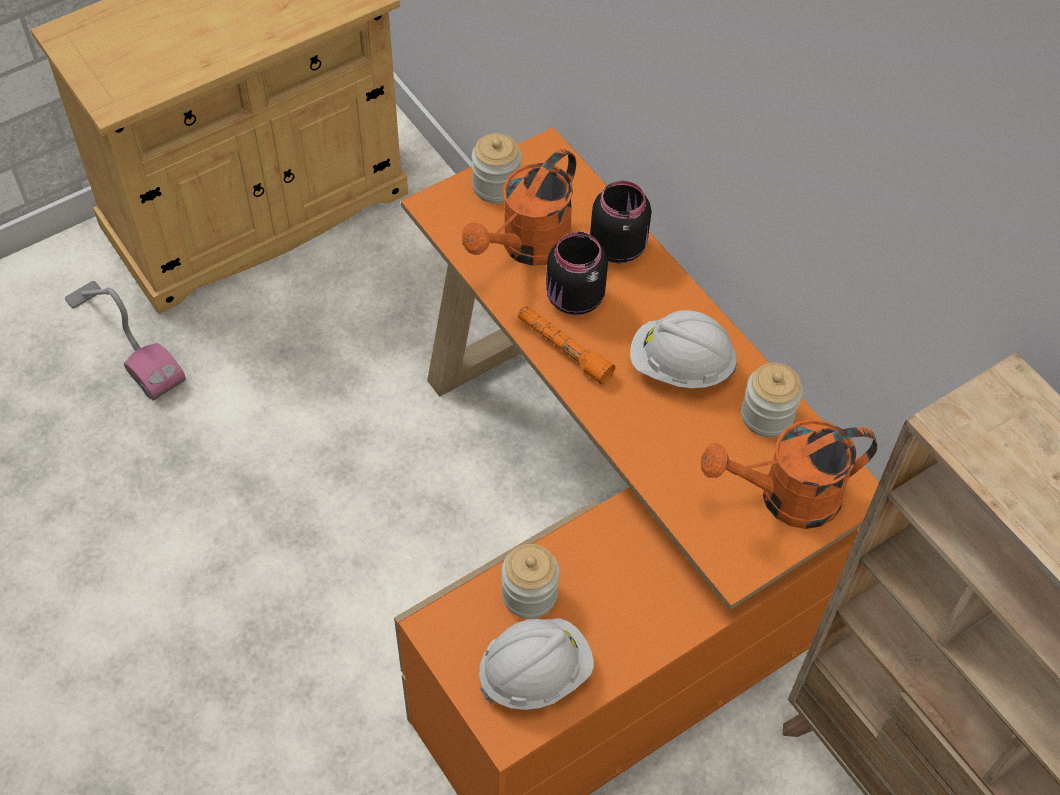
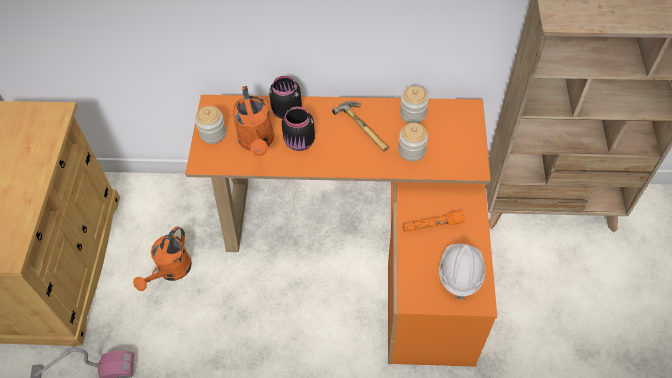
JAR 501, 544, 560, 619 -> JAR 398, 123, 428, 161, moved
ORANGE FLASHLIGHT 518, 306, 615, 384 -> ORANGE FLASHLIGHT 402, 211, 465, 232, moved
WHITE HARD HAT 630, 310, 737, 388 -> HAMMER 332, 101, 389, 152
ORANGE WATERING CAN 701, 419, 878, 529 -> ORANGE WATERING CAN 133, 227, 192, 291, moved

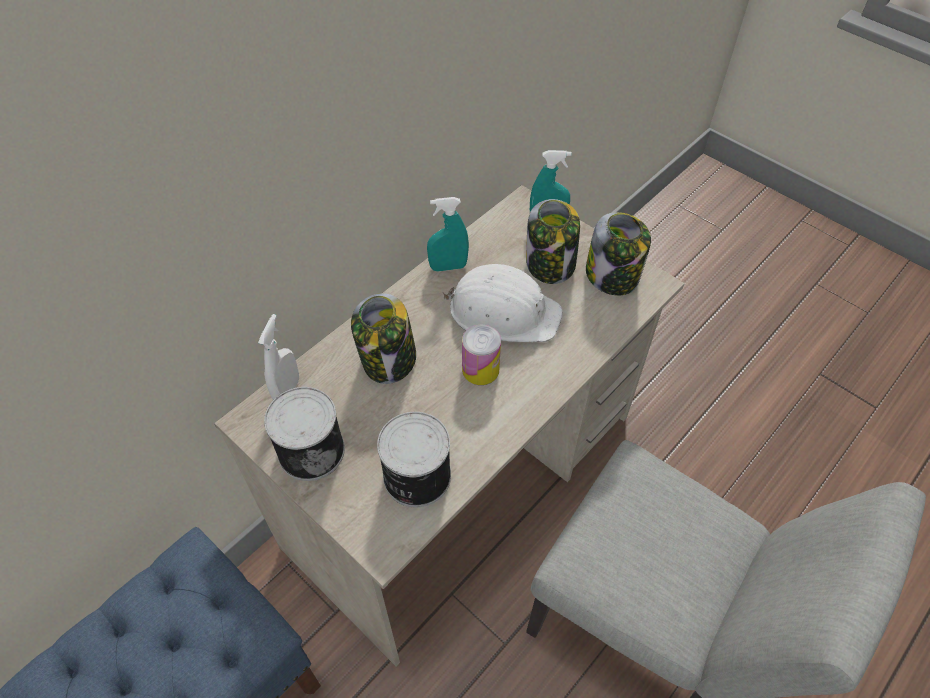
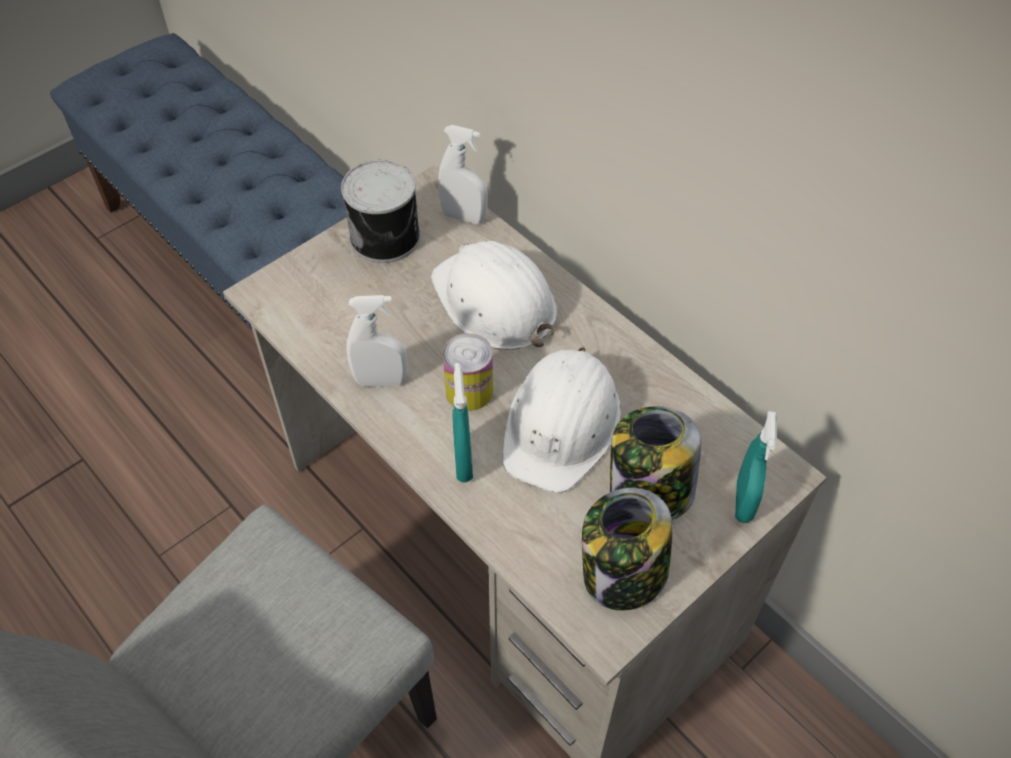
JAR 351, 293, 416, 384 -> WHITE HARD HAT 431, 241, 557, 350
CAN 377, 412, 451, 507 -> none
TURQUOISE SPRAY BOTTLE 427, 197, 469, 272 -> TURQUOISE SPRAY BOTTLE 452, 363, 473, 483, moved
none -> WHITE SPRAY BOTTLE 346, 295, 407, 387

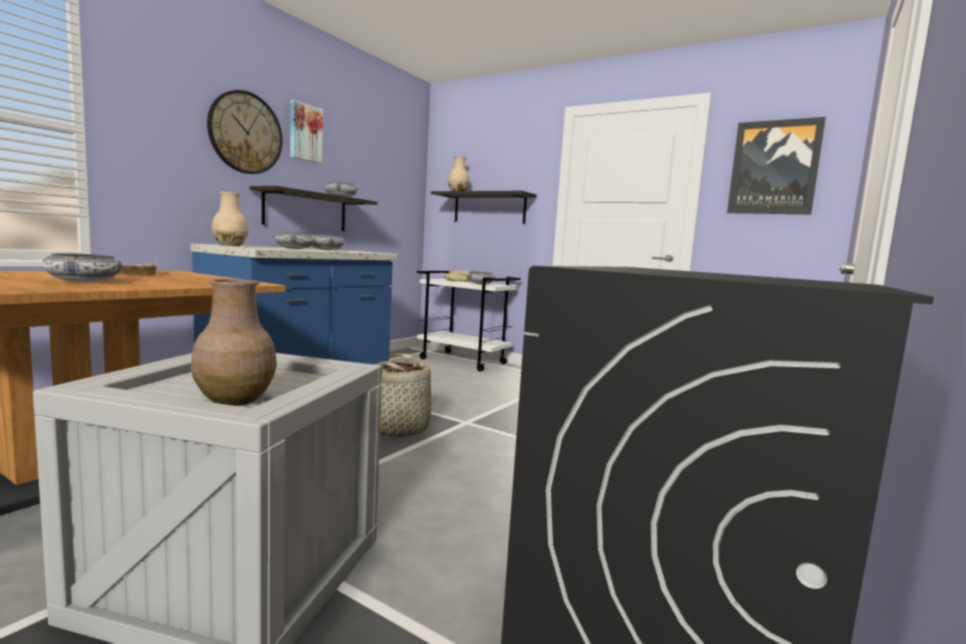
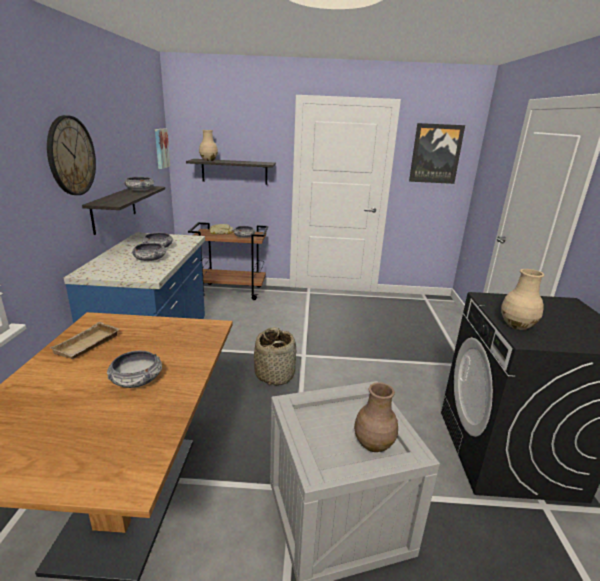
BEIGE VASE 212, 192, 249, 246 -> BEIGE VASE 501, 269, 544, 330, moved
PICTURE 290, 100, 323, 164 -> PICTURE 155, 129, 170, 169, moved
WHITE CART 417, 271, 521, 371 -> BROWN CART 188, 222, 268, 300

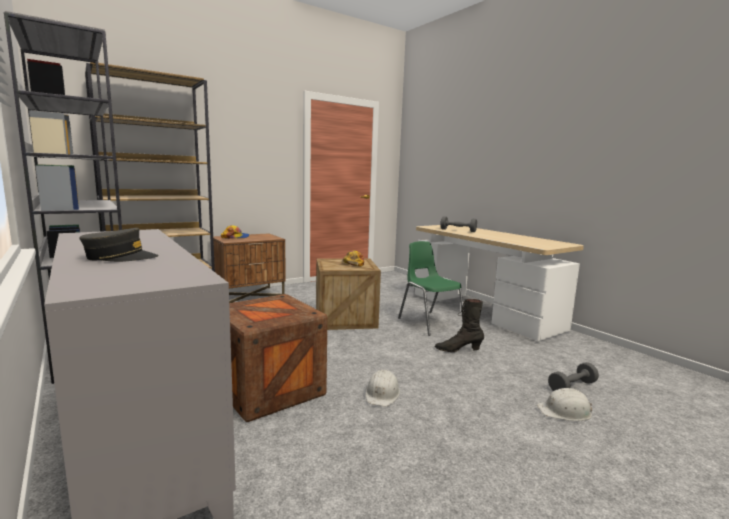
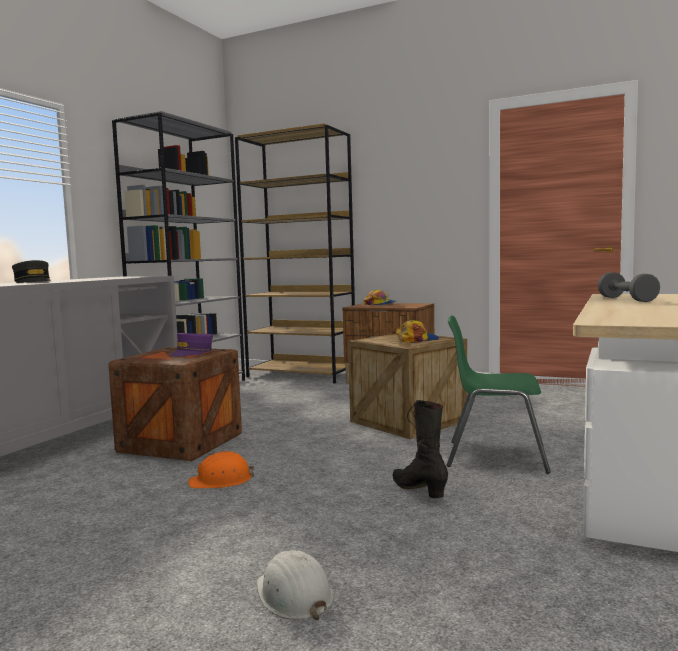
WHITE HARD HAT 366, 370, 400, 406 -> ORANGE HARD HAT 188, 451, 254, 489
GREEN CHAIR 398, 241, 464, 336 -> GREEN CHAIR 447, 315, 551, 474, 105 degrees counterclockwise
GREY DUMBBELL 548, 362, 599, 391 -> none
none -> PURPLE CAP 170, 333, 213, 356

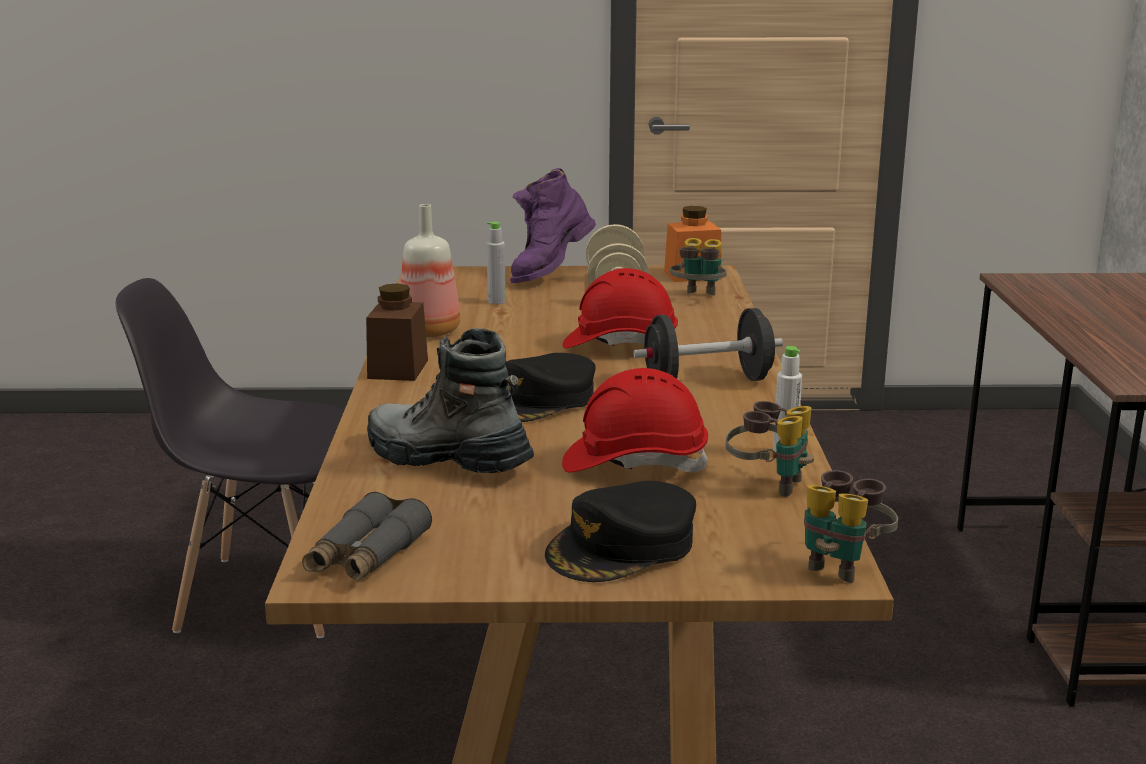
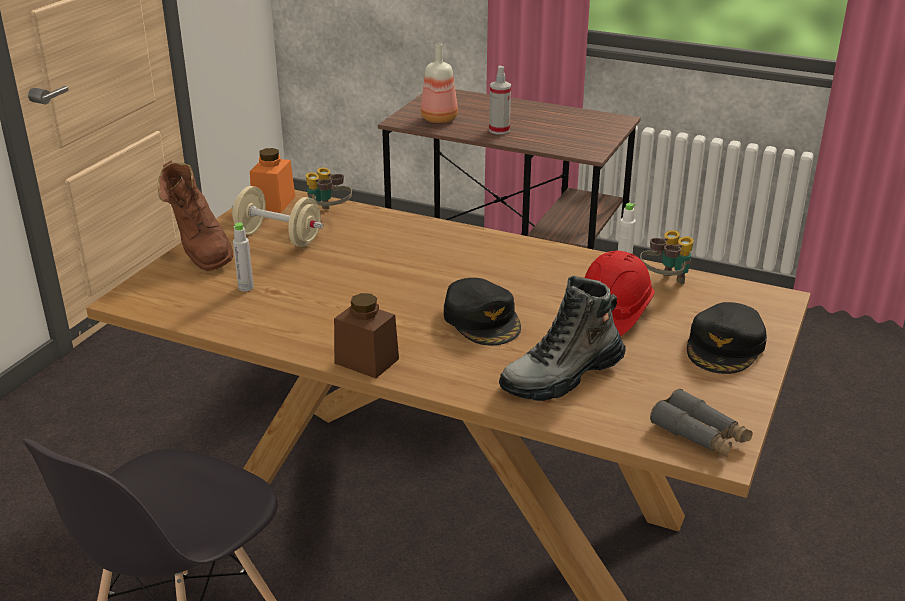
BOTTLE 400, 204, 461, 337 -> BOTTLE 421, 43, 458, 123, moved
PURPLE BOOT 510, 168, 596, 283 -> BROWN BOOT 158, 161, 234, 271
BLACK CAP 545, 481, 696, 582 -> BLACK CAP 687, 302, 767, 374, 45 degrees clockwise
RED HARD HAT 562, 268, 678, 348 -> none
BLACK DUMBBELL 633, 308, 783, 381 -> none
BINOCULARS 804, 470, 898, 583 -> none
none -> SPRAY BOTTLE 489, 66, 511, 134

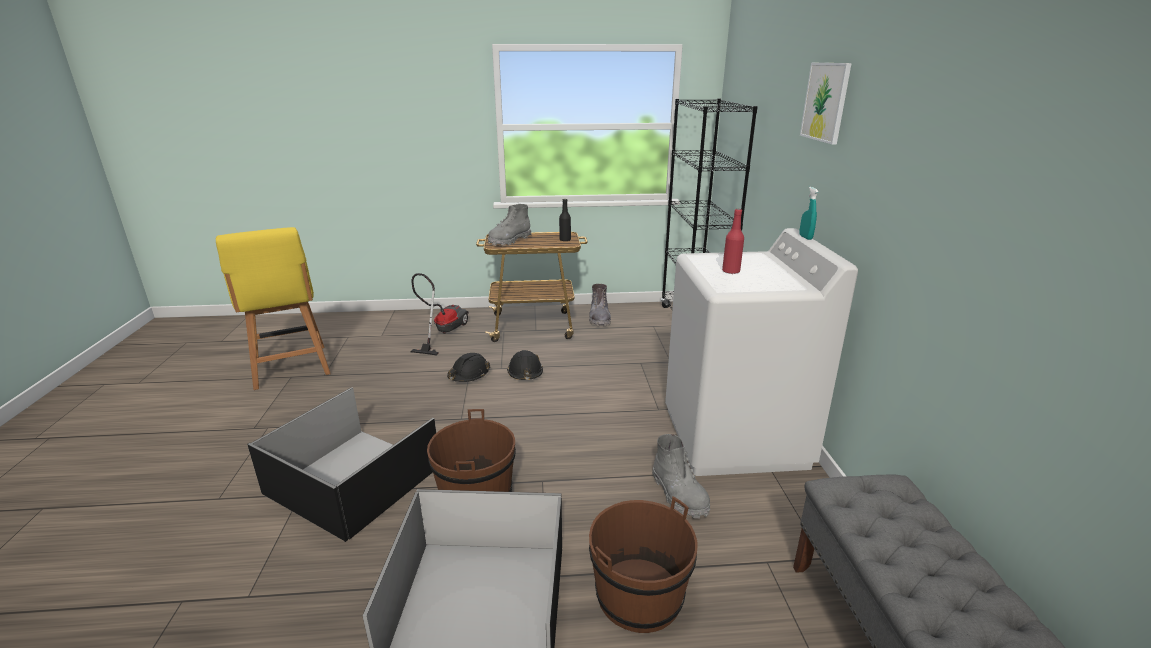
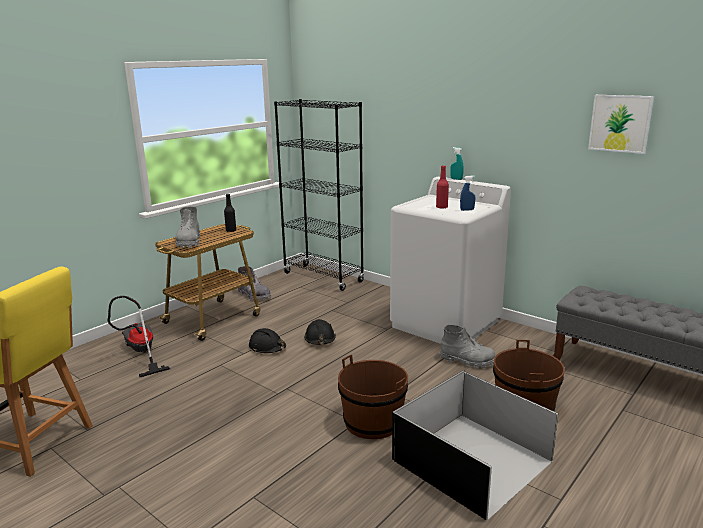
BLACK STORAGE BOX 247, 387, 436, 542 -> none
BLACK HARD HAT 447, 353, 490, 382 -> BLACK HARD HAT 304, 319, 336, 345, moved
PICTURE 800, 63, 852, 145 -> PICTURE 588, 95, 654, 154, moved
none -> BLUE SPRAY BOTTLE 460, 176, 475, 211

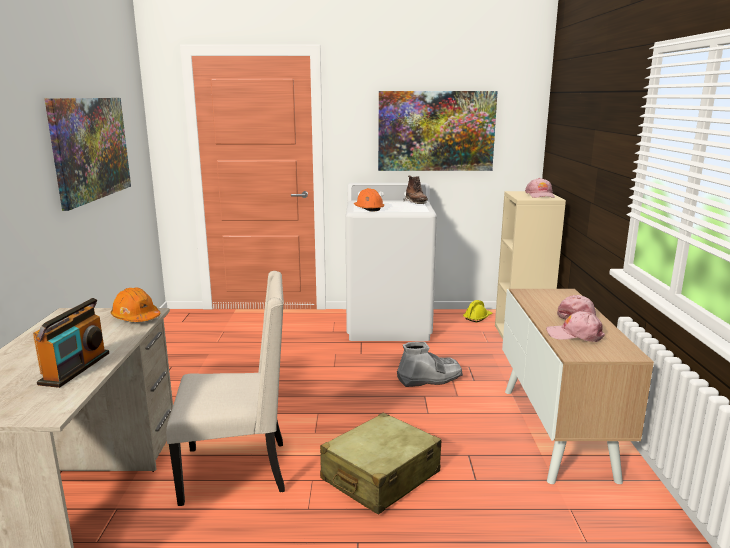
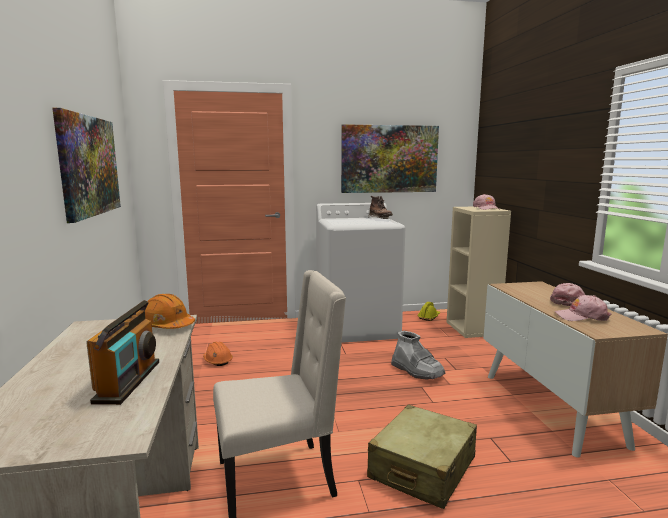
ORANGE HARD HAT 354, 188, 384, 211 -> ORANGE HARD HAT 203, 342, 233, 366, moved
GREY BOOT 397, 342, 463, 387 -> GREY BOOT 391, 331, 445, 380, 75 degrees clockwise

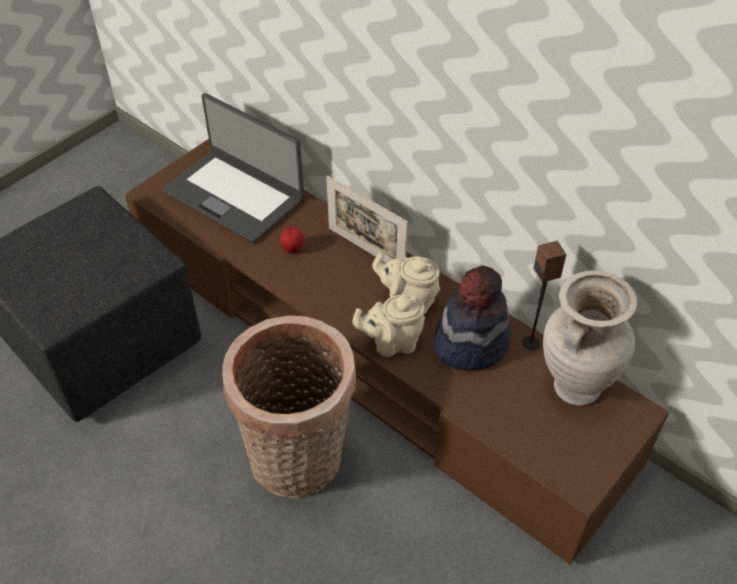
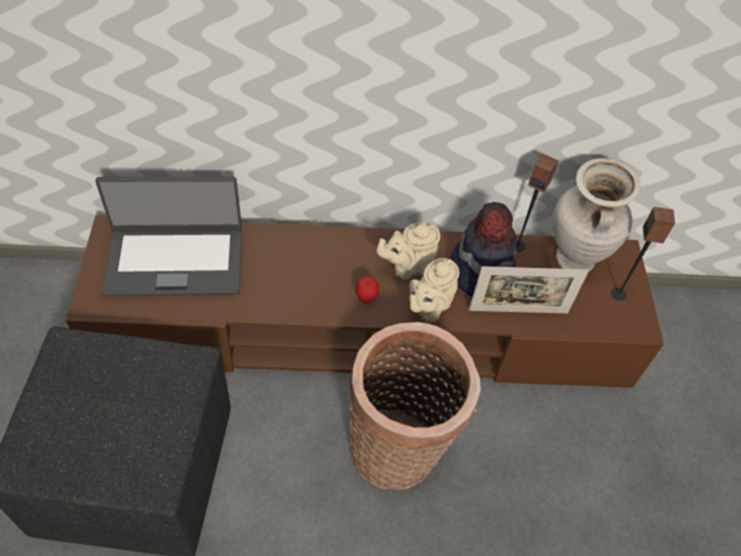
APPLE 280, 227, 304, 253 -> APPLE 356, 276, 379, 303, moved
PICTURE FRAME 326, 176, 408, 263 -> PICTURE FRAME 469, 266, 589, 313, moved
none -> SPEAKER 611, 207, 675, 301

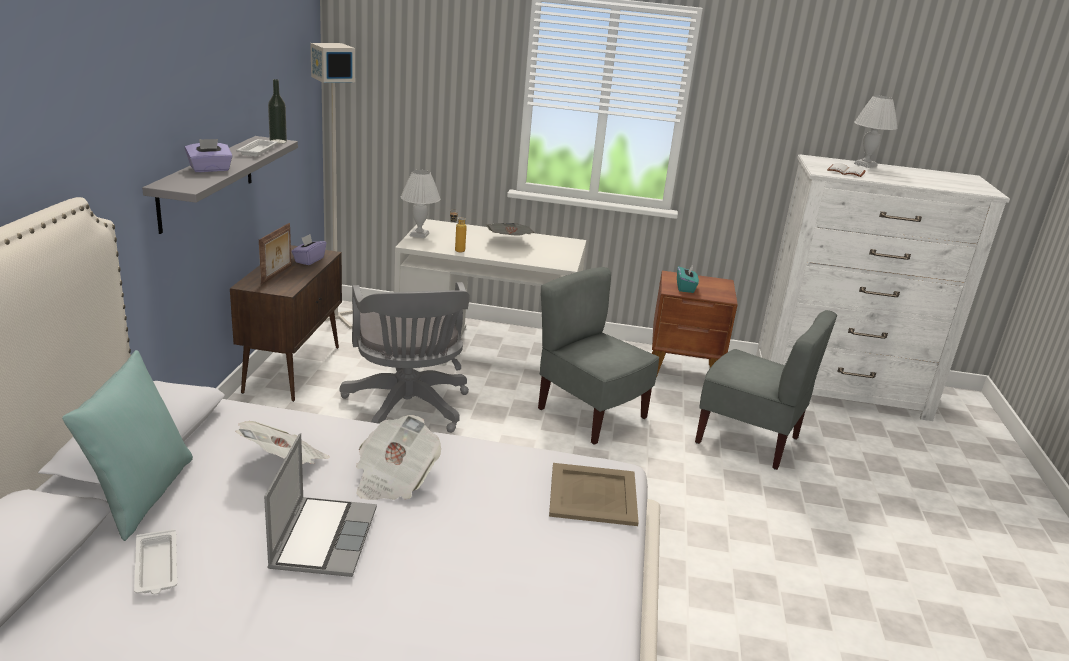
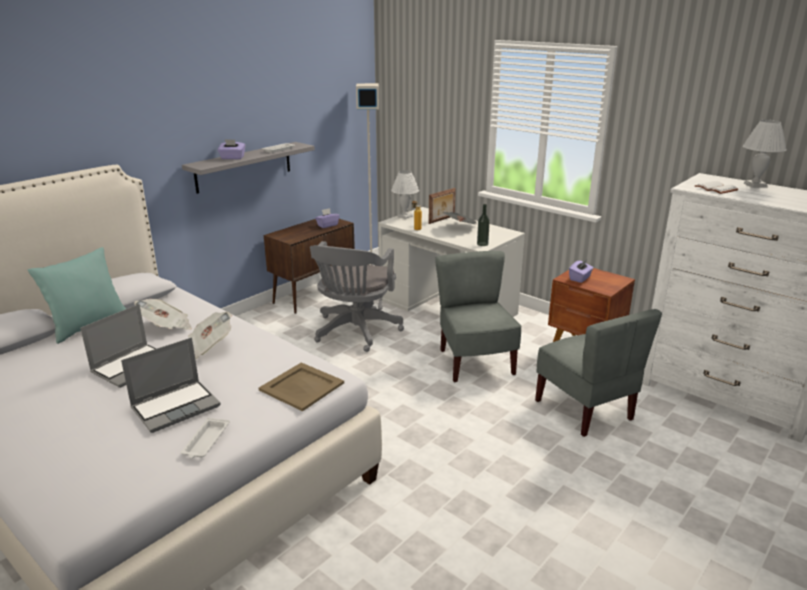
WHITE TRAY 134, 529, 177, 594 -> WHITE TRAY 181, 418, 230, 458, moved
PICTURE FRAME 259, 223, 292, 284 -> PICTURE FRAME 428, 188, 456, 224, moved
BOTTLE 268, 79, 287, 144 -> BOTTLE 477, 204, 490, 246, moved
TURQUOISE TISSUE BOX 677, 264, 699, 293 -> PURPLE TISSUE BOX 569, 259, 594, 283
none -> LAPTOP 121, 337, 221, 433

